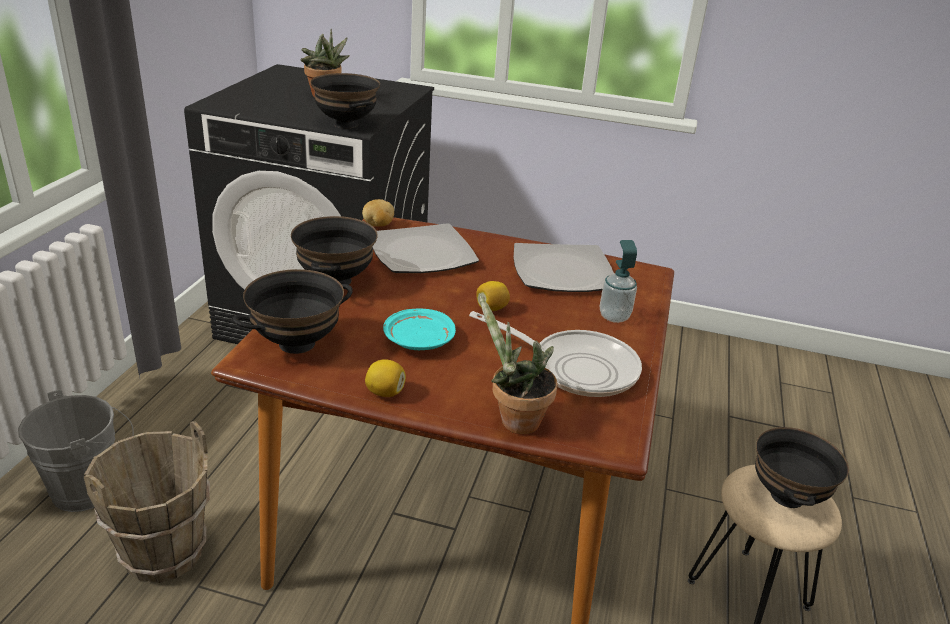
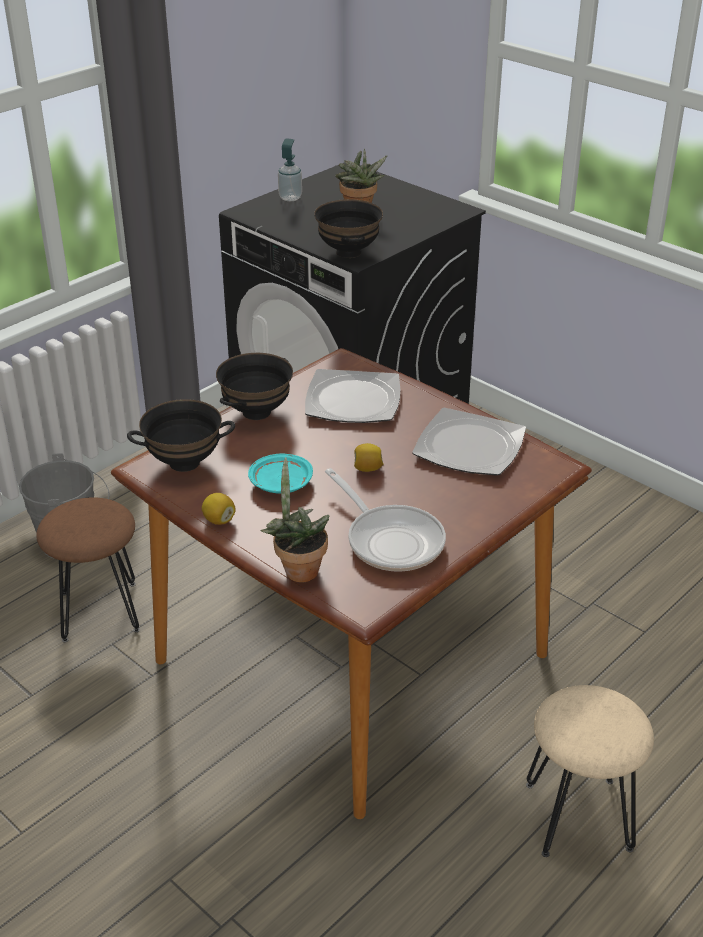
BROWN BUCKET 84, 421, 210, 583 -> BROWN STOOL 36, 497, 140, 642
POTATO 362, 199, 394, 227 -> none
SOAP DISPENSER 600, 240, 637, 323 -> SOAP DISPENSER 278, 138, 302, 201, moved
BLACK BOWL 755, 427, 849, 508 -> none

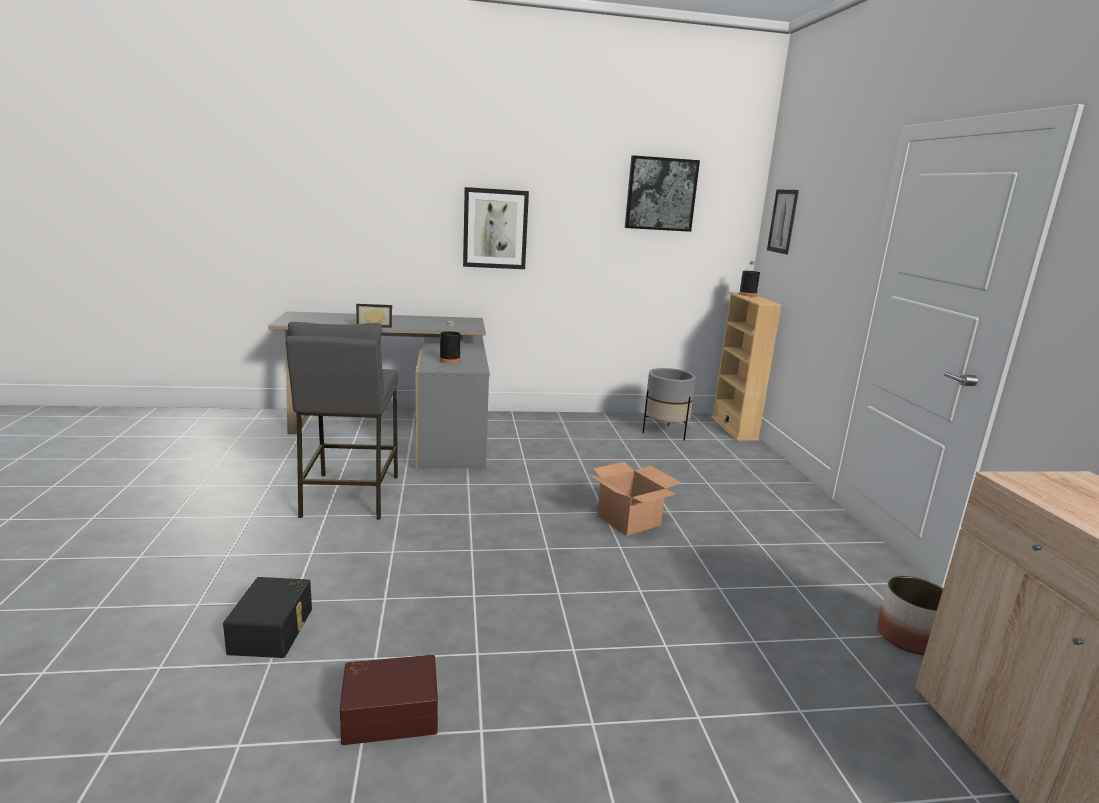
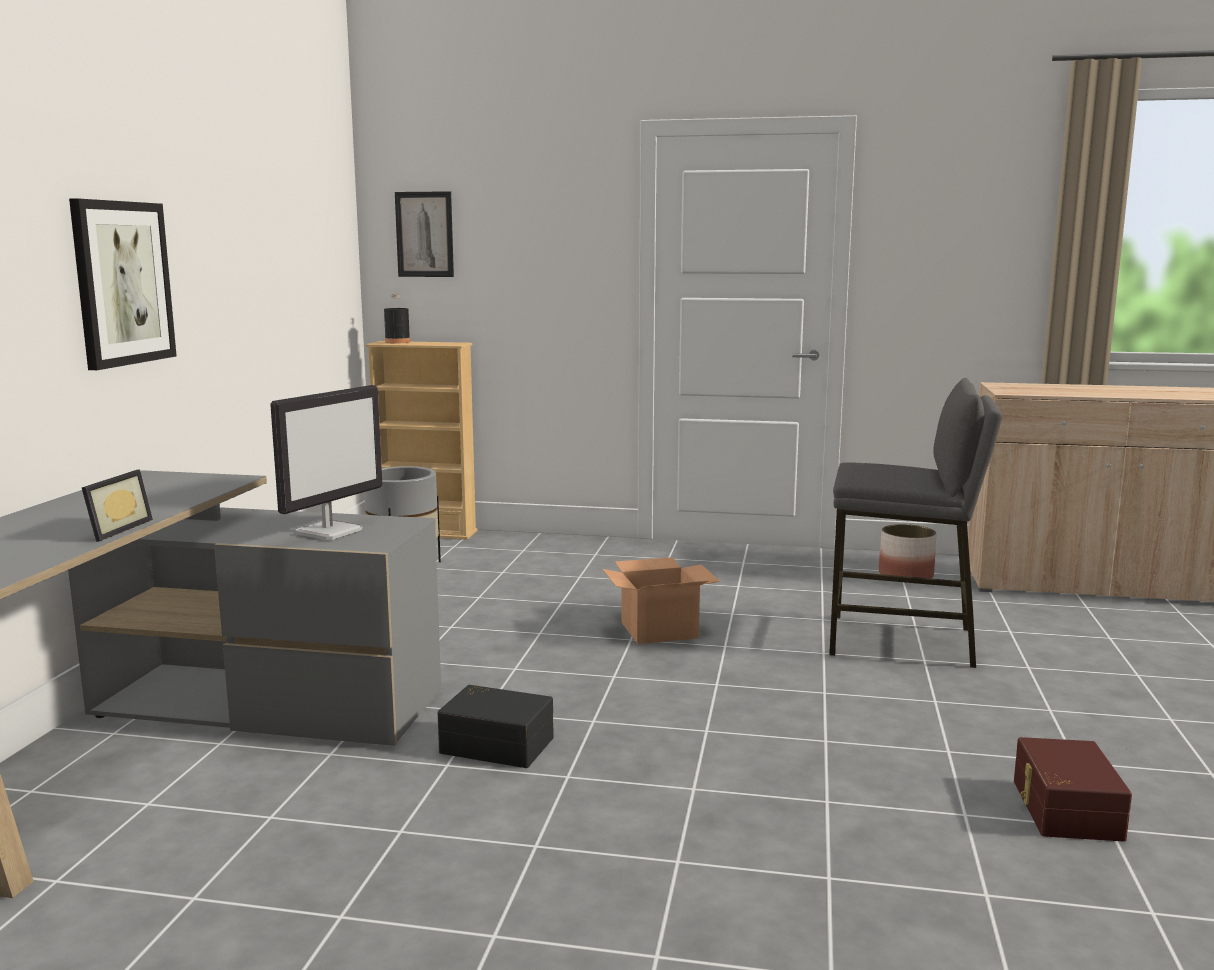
BLACK STORAGE BOX 223, 577, 312, 658 -> BLACK STORAGE BOX 438, 685, 553, 768, moved
GREY STOOL 286, 322, 398, 520 -> GREY STOOL 829, 378, 1002, 668, moved
BLACK BOTTLE 440, 321, 461, 363 -> MONITOR 270, 385, 382, 540
PICTURE 625, 155, 700, 232 -> none

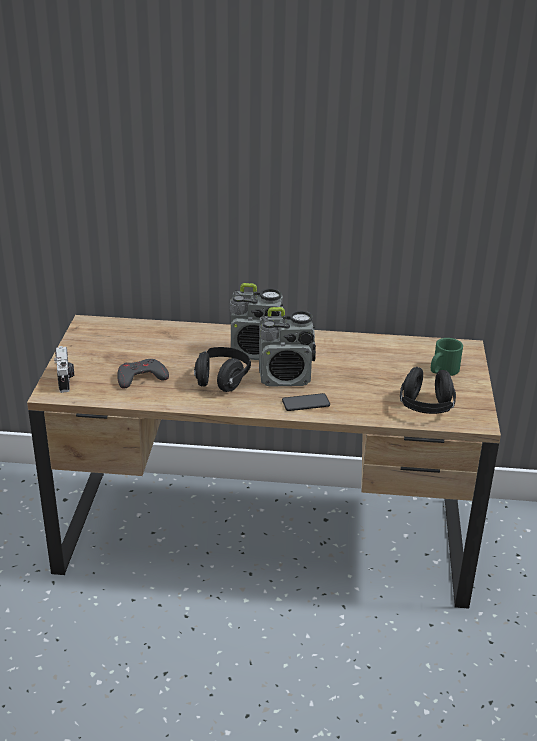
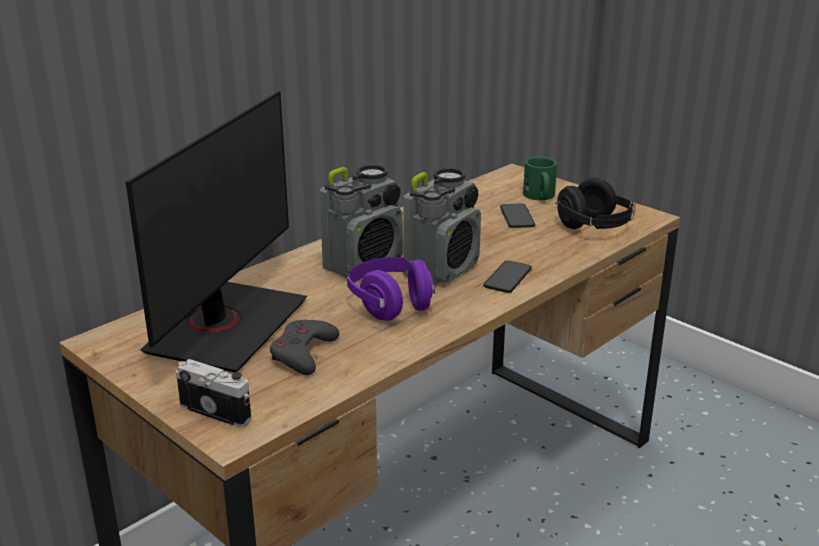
BLACK HEADPHONES 194, 347, 251, 392 -> PURPLE HEADPHONES 347, 257, 435, 321
none -> MONITOR 126, 91, 307, 372
none -> PHONE 500, 204, 535, 228

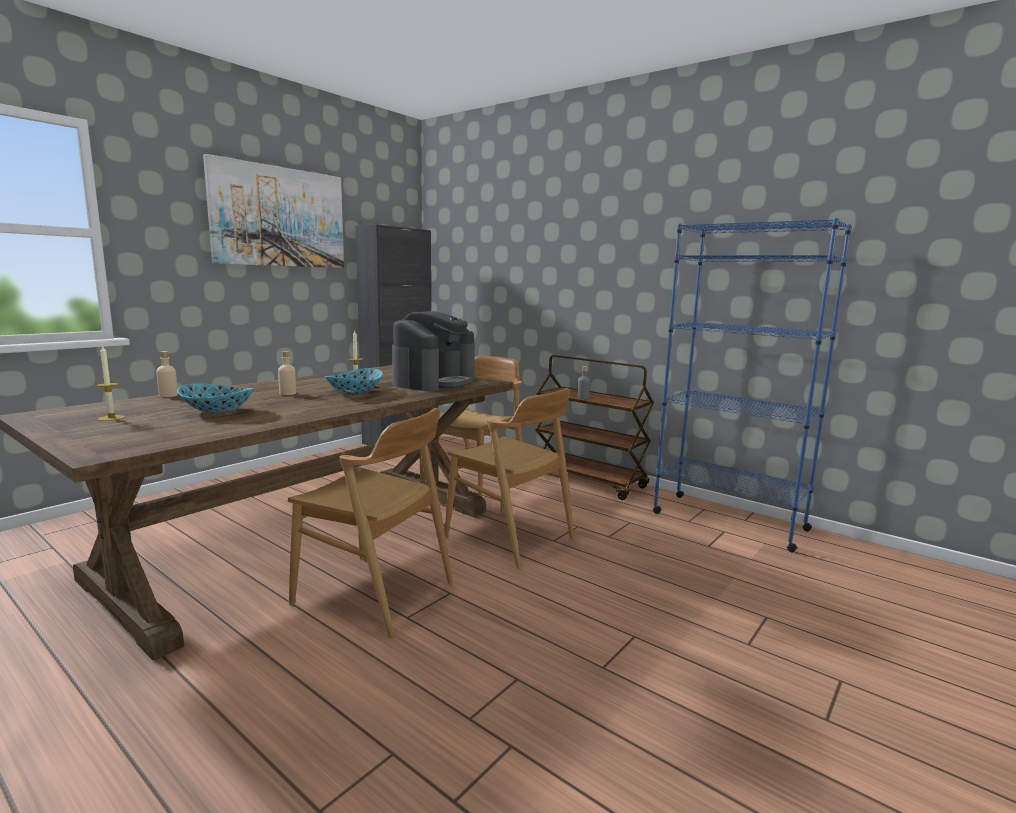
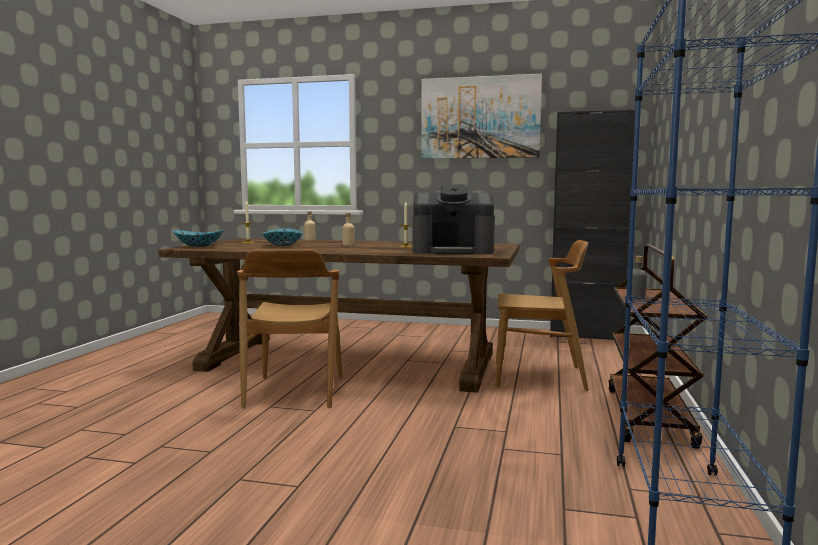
BOWL 325, 368, 383, 395 -> BOWL 173, 230, 224, 247, moved
BROWN CHAIR 444, 388, 574, 569 -> none

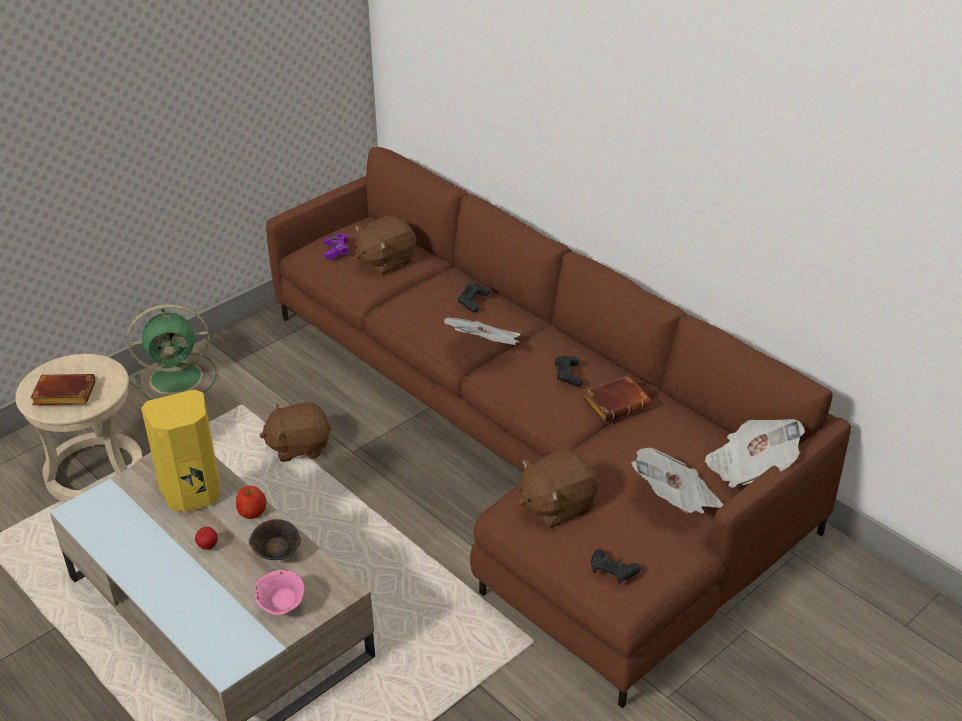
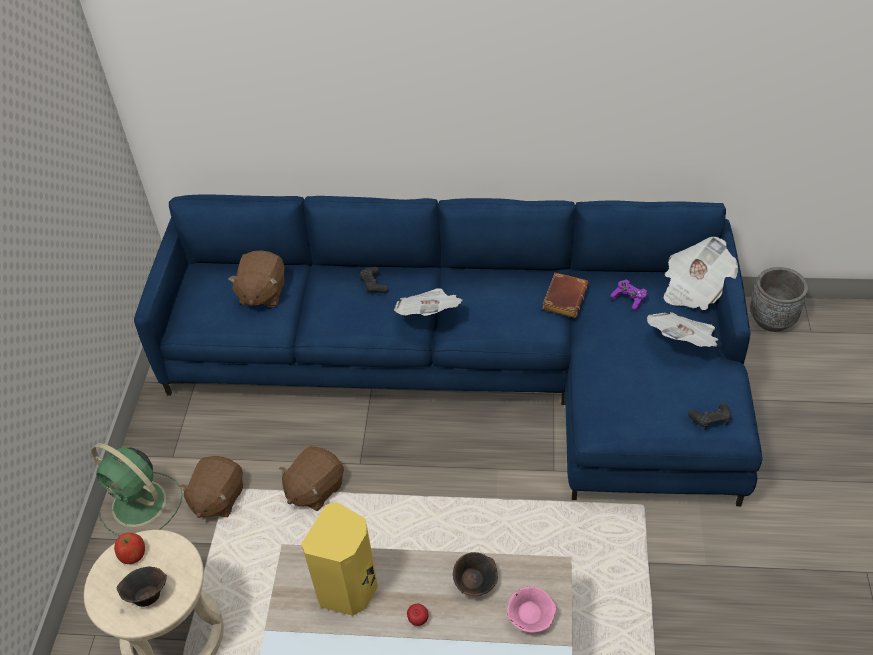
BROWN BOOK 31, 374, 96, 405 -> BROWN BOWL 117, 567, 167, 607
GREEN FAN 127, 304, 217, 400 -> GREEN FAN 92, 443, 183, 536, 90 degrees clockwise
APPLE 236, 486, 267, 519 -> APPLE 114, 533, 145, 564, moved
BROWN SOFA 266, 147, 851, 708 -> BLUE SOFA 134, 195, 762, 506
PURPLE GAME CONTROLLER 324, 233, 349, 260 -> PURPLE GAME CONTROLLER 610, 279, 647, 311, moved
BROWN PLUSH TOY 519, 449, 599, 528 -> BROWN PLUSH TOY 179, 456, 243, 518, moved
BLACK GAME CONTROLLER 555, 356, 583, 387 -> none
none -> GREY PLANTER 750, 267, 808, 332

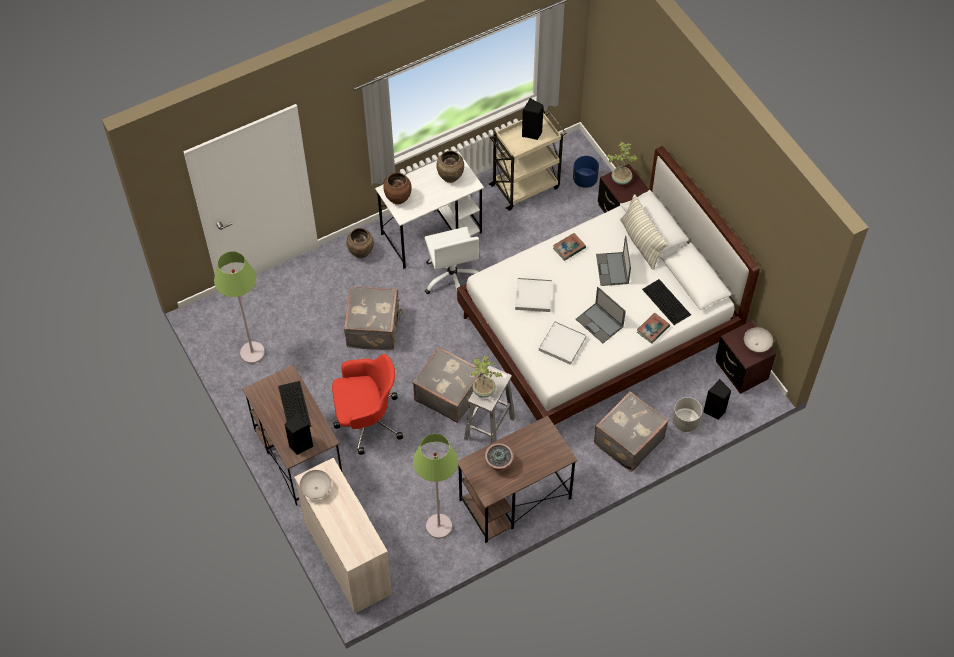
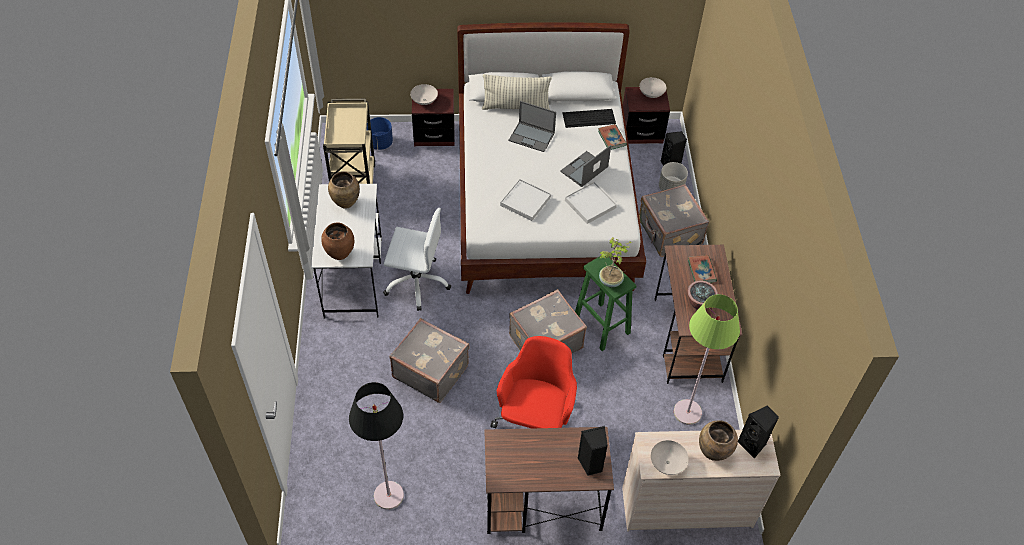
GREEN FLOOR LAMP 214, 251, 265, 364 -> BLACK FLOOR LAMP 349, 382, 404, 510
KEYBOARD 278, 381, 311, 427 -> none
BROWN VASE 347, 228, 374, 258 -> BROWN VASE 699, 420, 738, 461, moved
WHITE STOOL 464, 366, 515, 443 -> GREEN STOOL 575, 256, 636, 351
BLACK SPEAKER 522, 98, 544, 140 -> BLACK SPEAKER 738, 405, 779, 458, moved
BOOK 553, 233, 586, 261 -> BOOK 688, 255, 717, 283, moved
LAPTOP 576, 287, 626, 343 -> LAPTOP 560, 145, 611, 187, 150 degrees clockwise
POTTED PLANT 606, 141, 637, 185 -> WHITE BOWL 410, 84, 438, 105

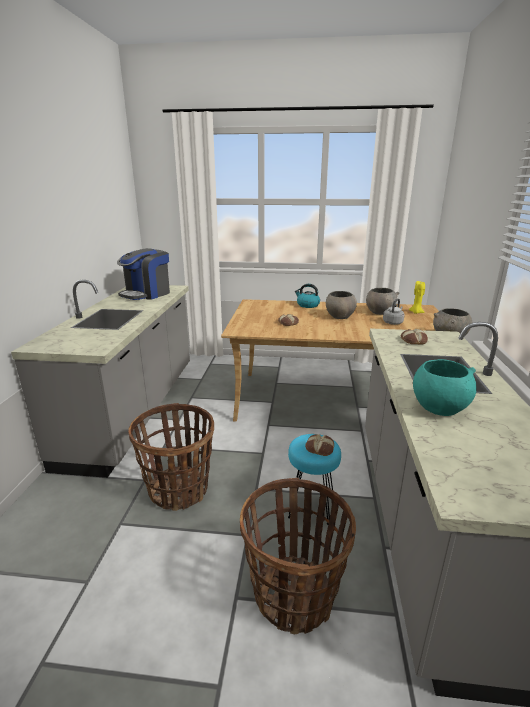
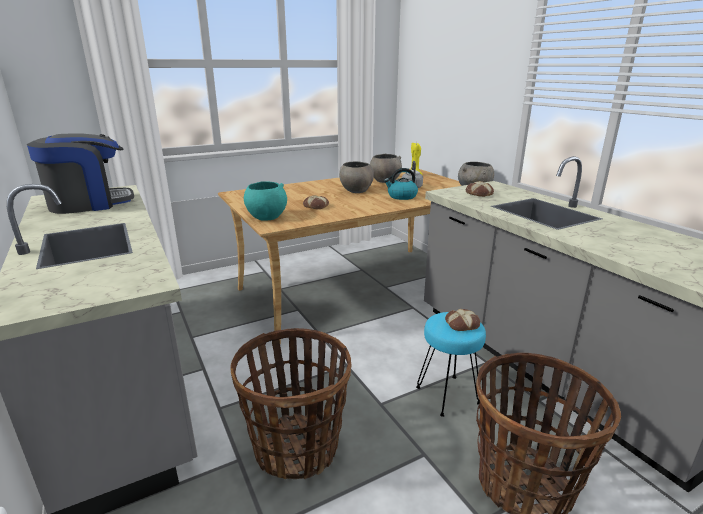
COFFEE MACHINE 117, 248, 170, 300 -> COFFEE MACHINE 27, 133, 134, 214, 120 degrees counterclockwise
KETTLE 295, 284, 320, 308 -> KETTLE 384, 168, 418, 200, moved
TURQUOISE BOWL 413, 359, 477, 416 -> TURQUOISE BOWL 244, 181, 287, 221, moved

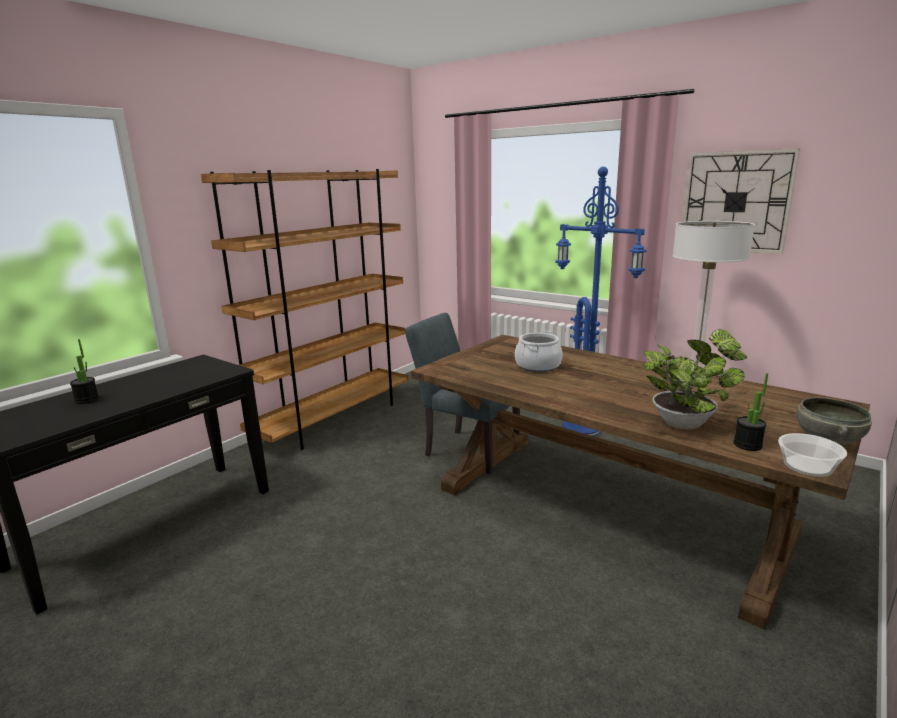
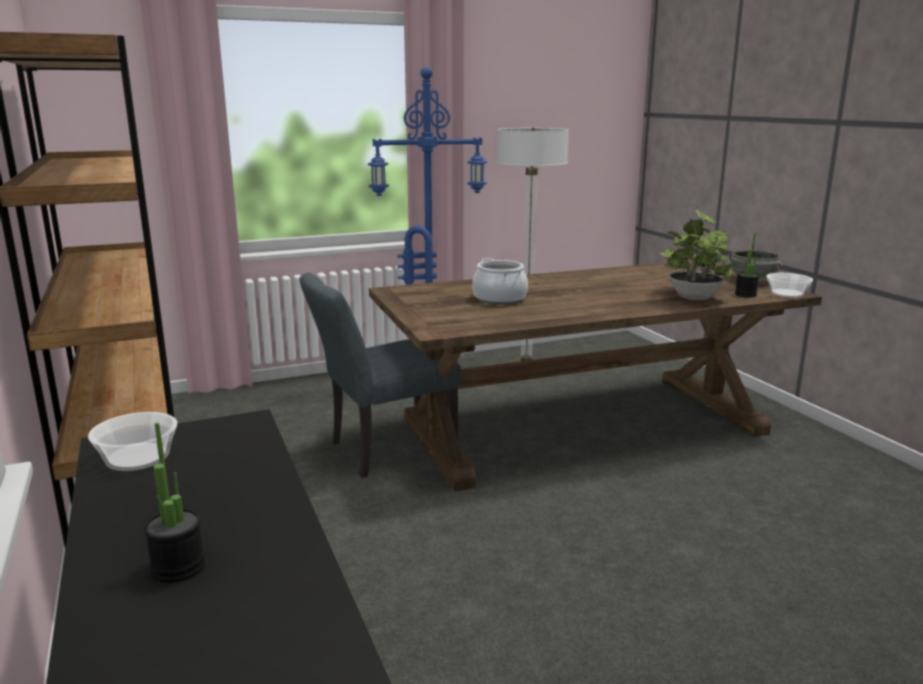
WALL CLOCK 682, 148, 800, 254 -> none
none -> BOWL 88, 412, 177, 471

